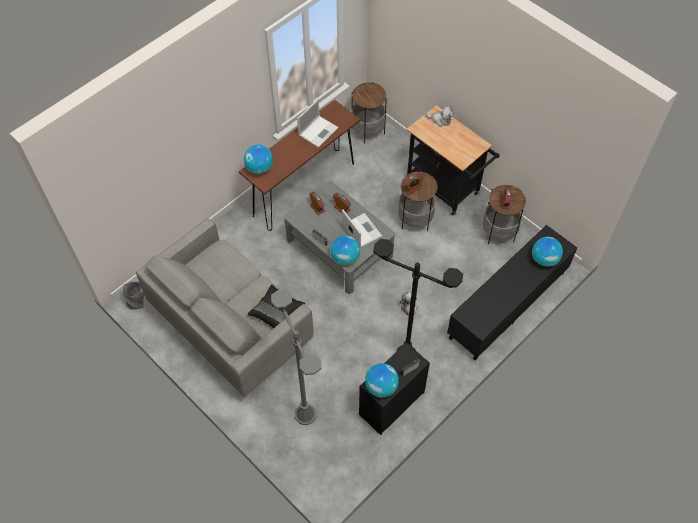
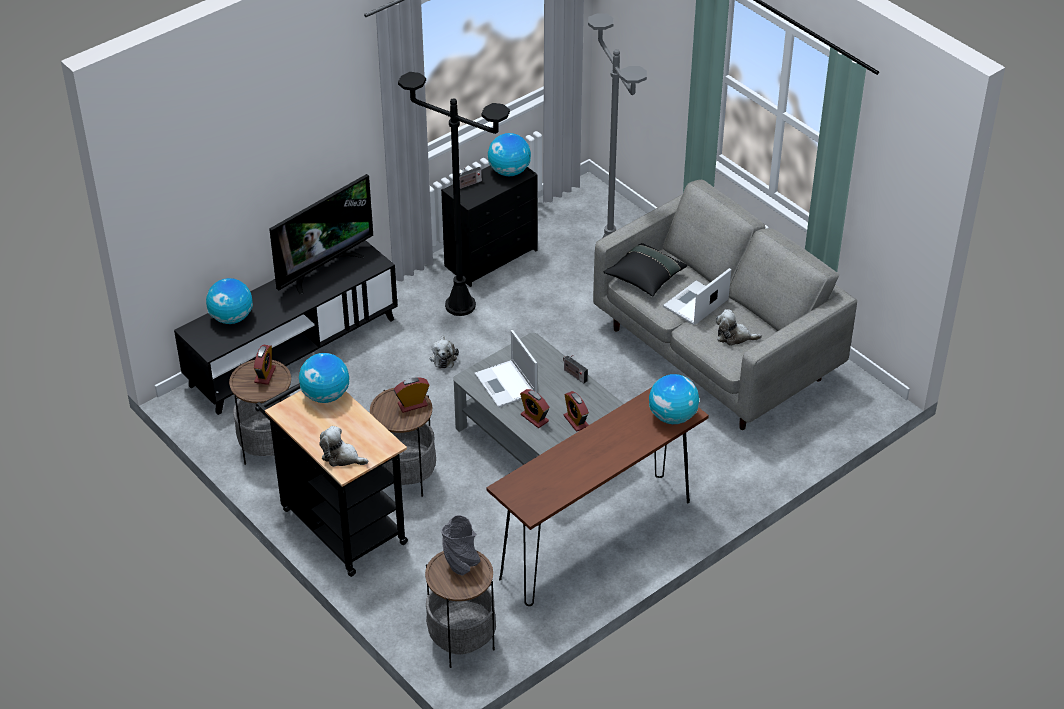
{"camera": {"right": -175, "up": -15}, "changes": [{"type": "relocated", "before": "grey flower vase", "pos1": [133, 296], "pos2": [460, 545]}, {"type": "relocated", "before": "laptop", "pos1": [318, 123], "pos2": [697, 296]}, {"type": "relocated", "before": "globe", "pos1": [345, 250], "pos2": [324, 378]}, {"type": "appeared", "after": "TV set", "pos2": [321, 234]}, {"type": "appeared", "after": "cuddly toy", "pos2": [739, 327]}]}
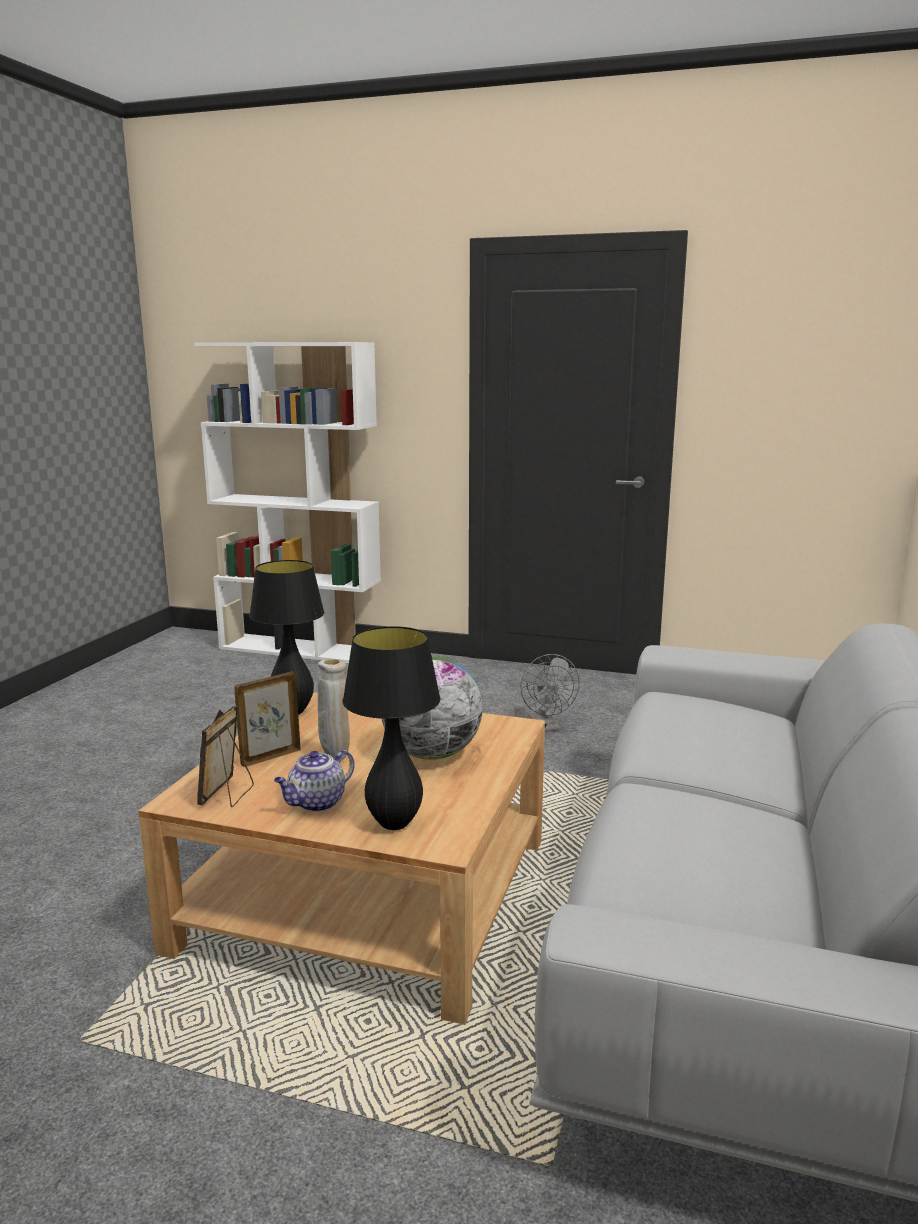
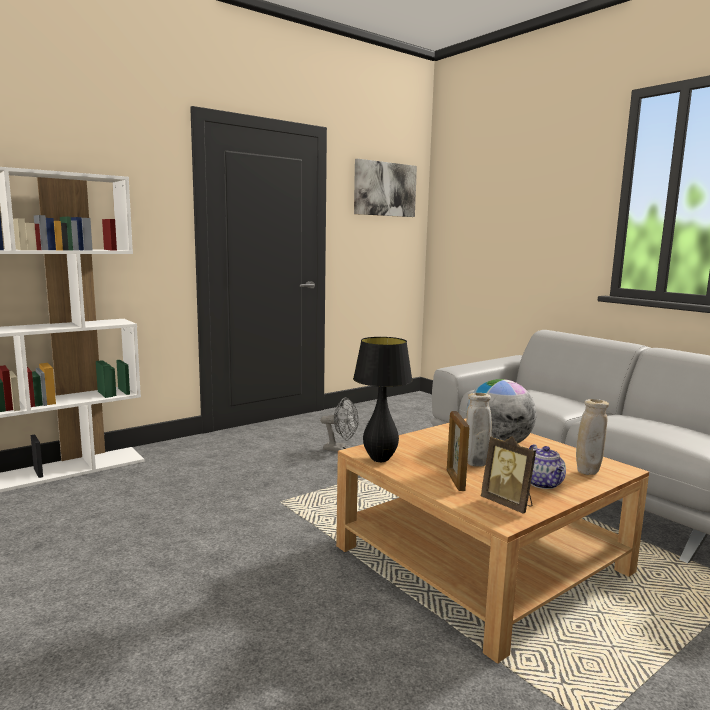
{"camera": {"right": -55, "up": -5}, "changes": [{"type": "exchanged", "before": "black lamp for a table", "after": "beige flower vase", "pos1": [392, 728], "pos2": [592, 437]}, {"type": "appeared", "after": "wall art", "pos2": [385, 188]}]}
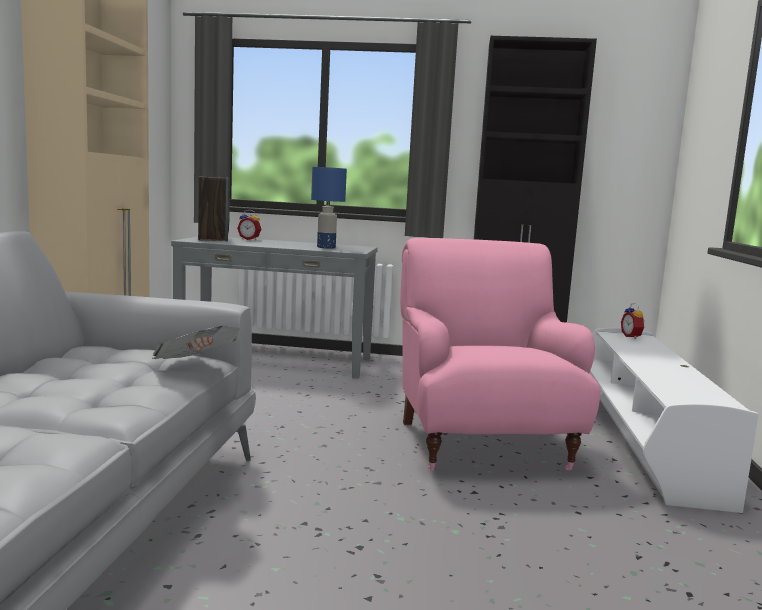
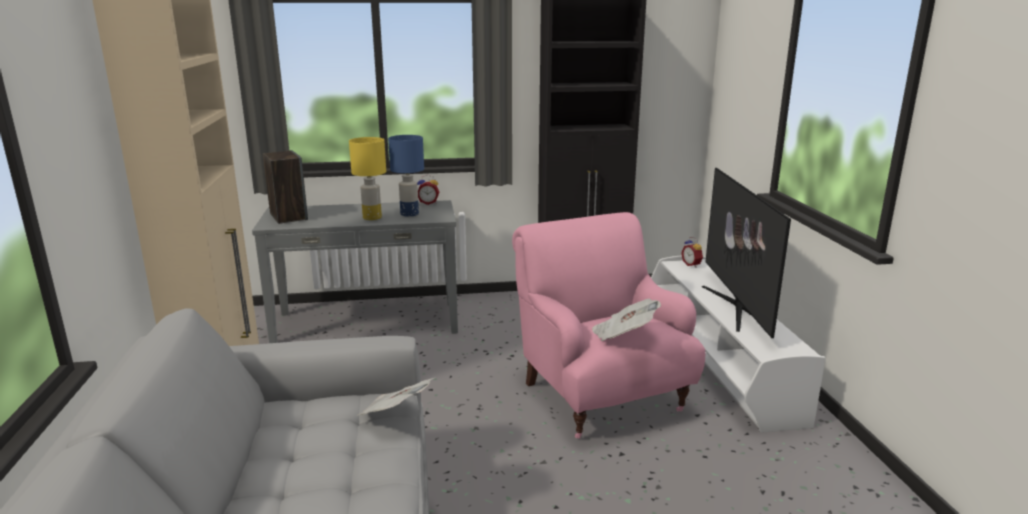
{"camera": {"right": -15, "up": 10}, "changes": [{"type": "relocated", "before": "alarm clock", "pos1": [249, 225], "pos2": [428, 190]}, {"type": "appeared", "after": "yellow lamp for a table", "pos2": [367, 178]}, {"type": "appeared", "after": "printed paper", "pos2": [626, 320]}, {"type": "appeared", "after": "TV set", "pos2": [746, 253]}]}
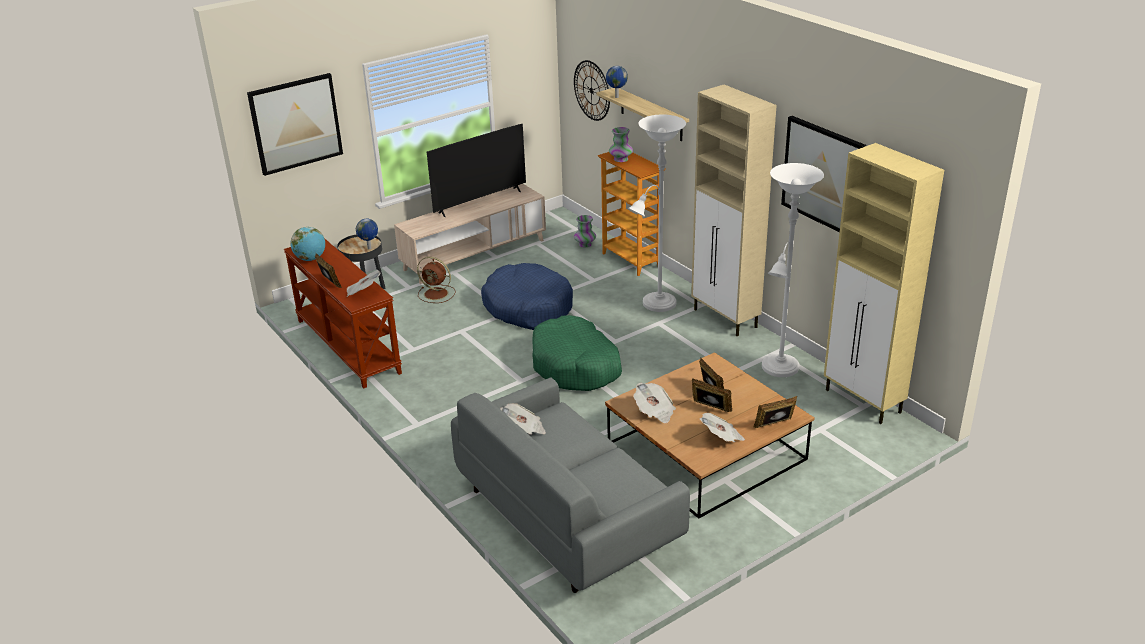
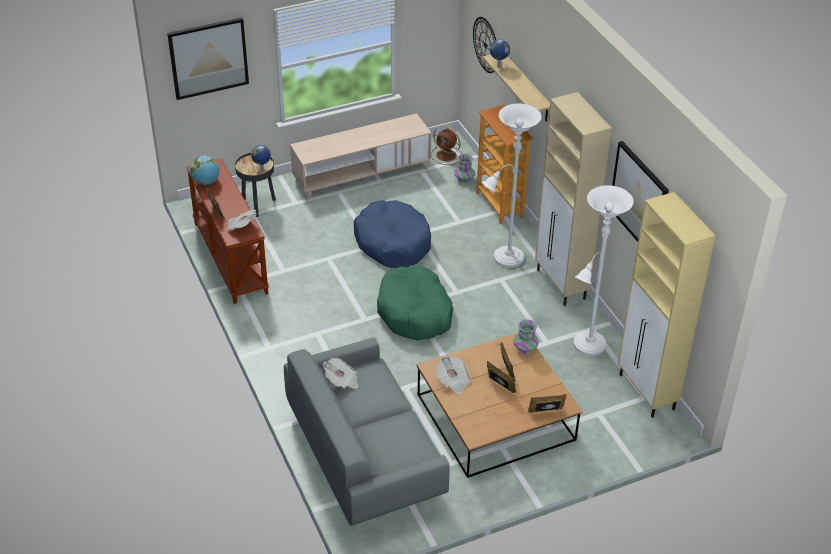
{"camera": {"right": 10, "up": 10}, "changes": [{"type": "relocated", "before": "brown fan", "pos1": [436, 280], "pos2": [446, 145]}, {"type": "missing", "before": "TV set", "pos1": [476, 170]}, {"type": "relocated", "before": "flower vase", "pos1": [621, 144], "pos2": [526, 336]}, {"type": "missing", "before": "printed paper", "pos1": [722, 427]}]}
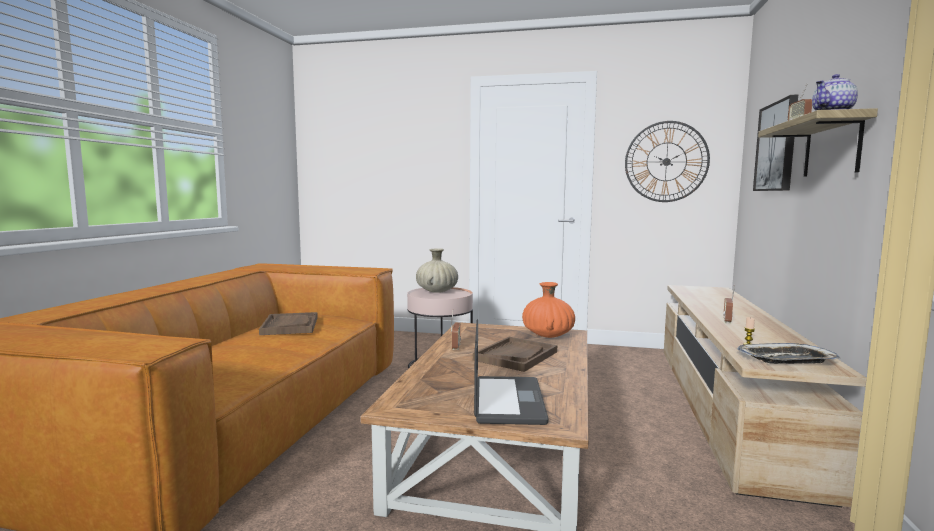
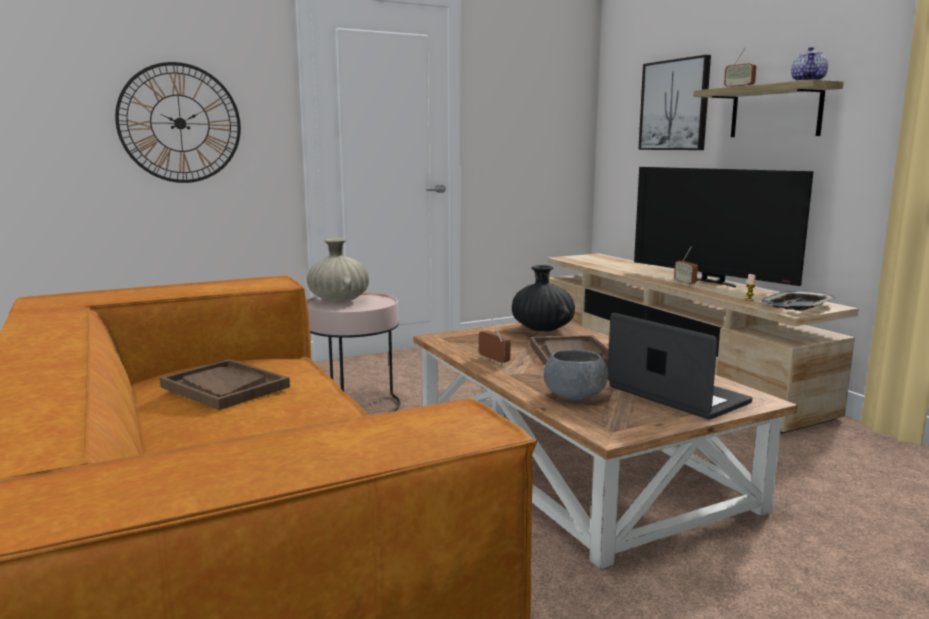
{"camera": {"right": -40, "up": 5}, "changes": [{"type": "colour", "before": "orangey flower vase", "after": "black flower vase", "pos1": [548, 310], "pos2": [543, 298]}, {"type": "relocated", "before": "hanging clock", "pos1": [667, 161], "pos2": [178, 122]}, {"type": "appeared", "after": "grey bowl", "pos2": [576, 375]}, {"type": "appeared", "after": "TV set", "pos2": [724, 227]}]}
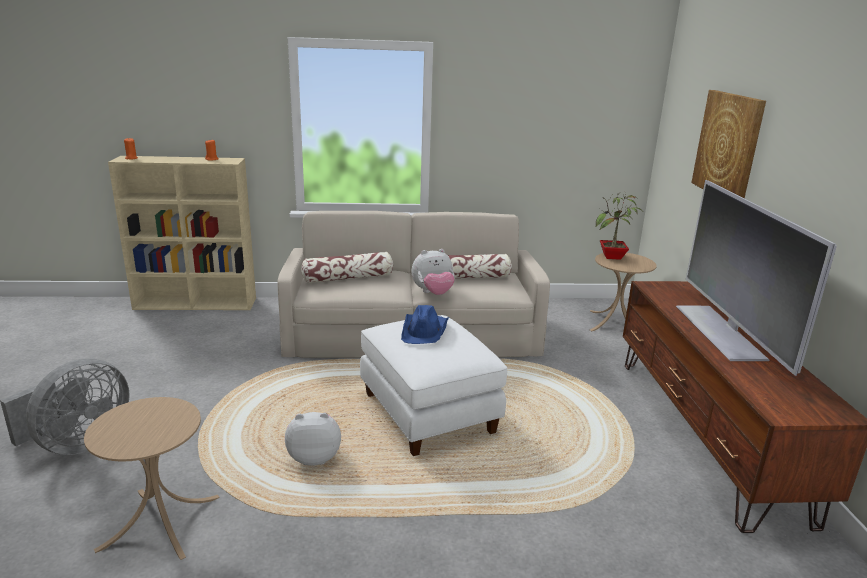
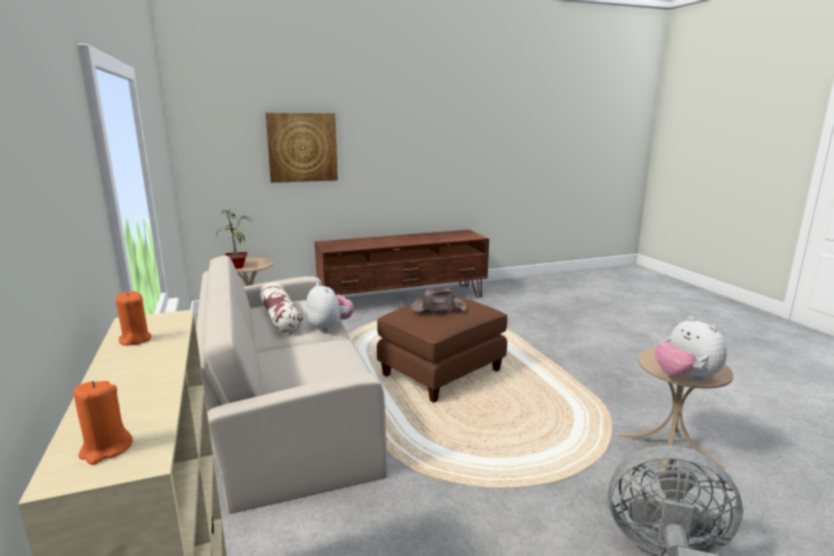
{"camera": {"right": -105, "up": -5}, "changes": [{"type": "relocated", "before": "cuddly toy", "pos1": [313, 439], "pos2": [691, 348]}, {"type": "missing", "before": "pillow", "pos1": [347, 267]}, {"type": "colour", "before": "whitish pouffe", "after": "brown pouffe", "pos1": [433, 385], "pos2": [442, 349]}, {"type": "colour", "before": "blue-coloured hat", "after": "brown hat", "pos1": [425, 324], "pos2": [439, 300]}, {"type": "missing", "before": "TV set", "pos1": [756, 278]}]}
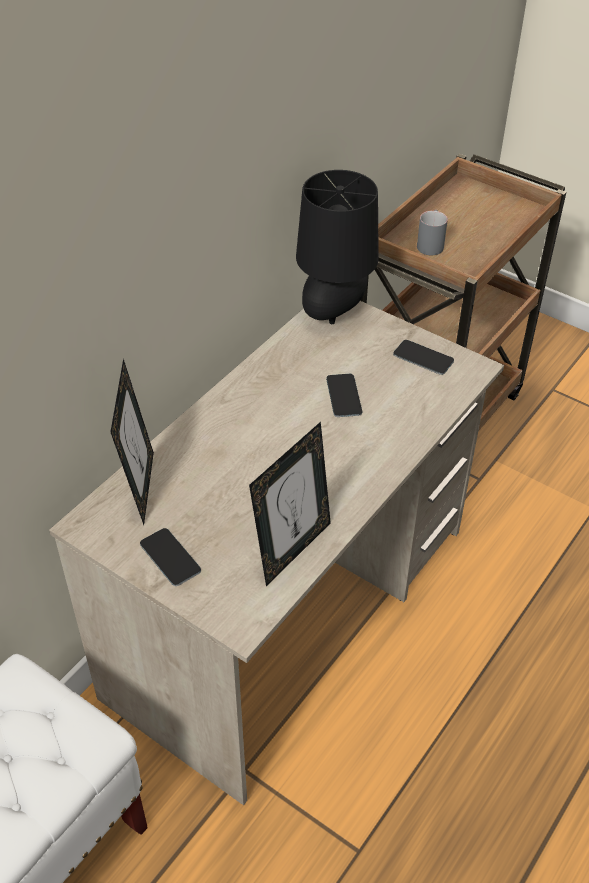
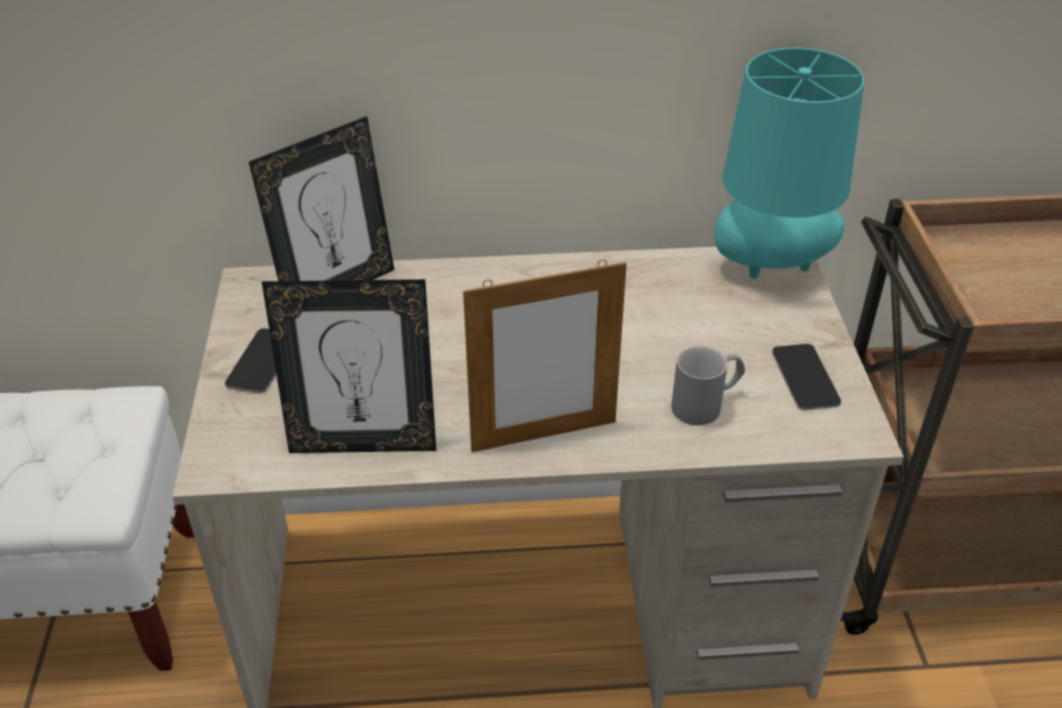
{"camera": {"right": 50, "up": -5}, "changes": [{"type": "colour", "before": "black lamp for a table", "after": "turquoise lamp for a table", "pos1": [337, 247], "pos2": [789, 163]}, {"type": "missing", "before": "phone", "pos1": [344, 395]}, {"type": "relocated", "before": "grey coffee mug", "pos1": [432, 232], "pos2": [708, 385]}, {"type": "appeared", "after": "picture frame", "pos2": [545, 355]}]}
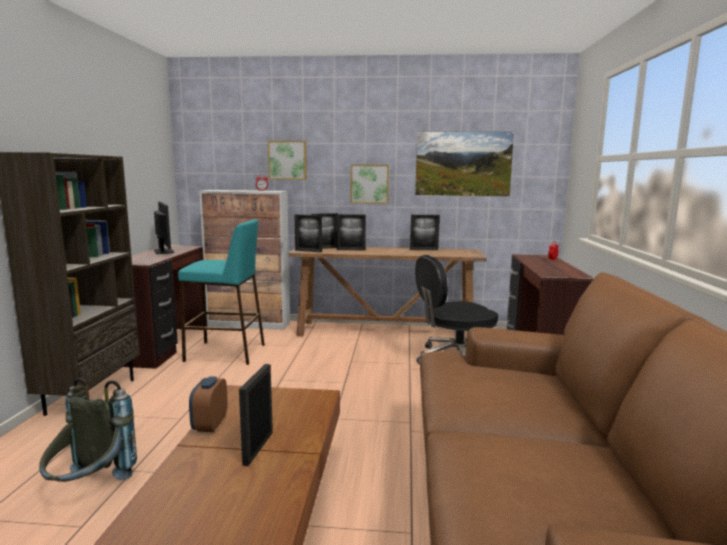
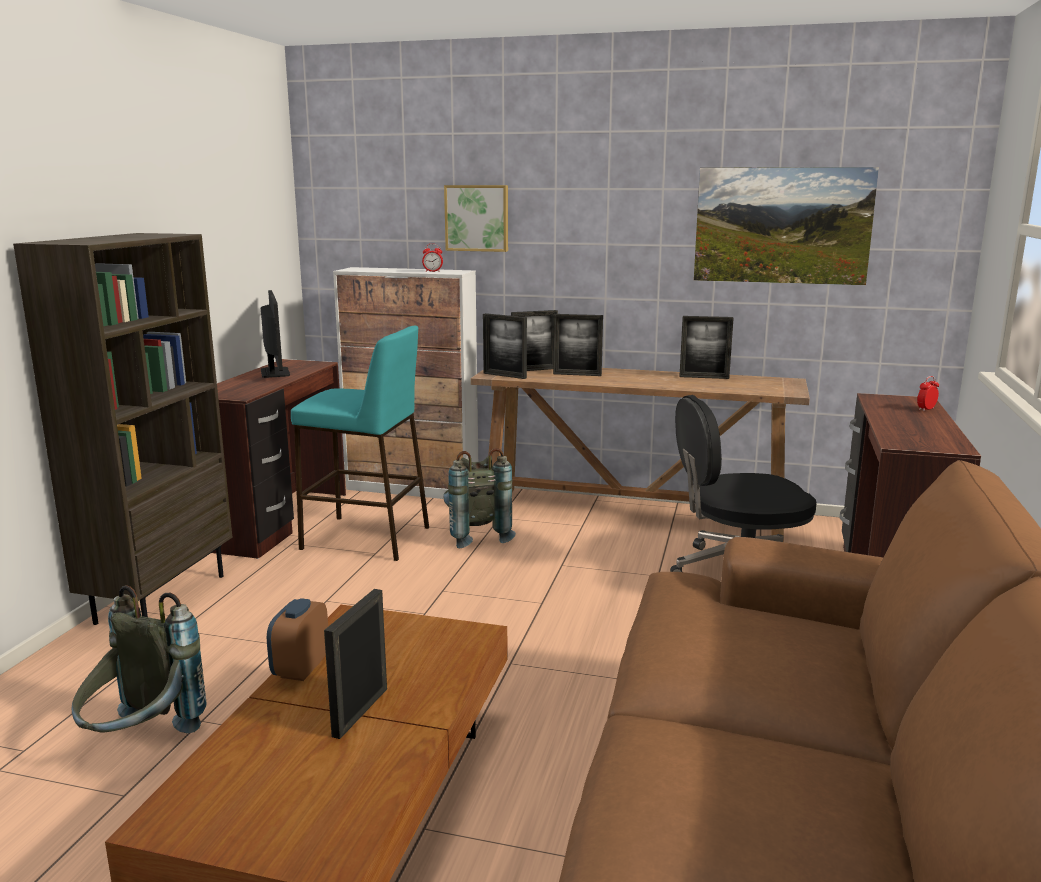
{"camera": {"right": 10, "up": 5}, "changes": [{"type": "missing", "before": "wall art", "pos1": [370, 183]}, {"type": "appeared", "after": "grey backpack", "pos2": [479, 498]}]}
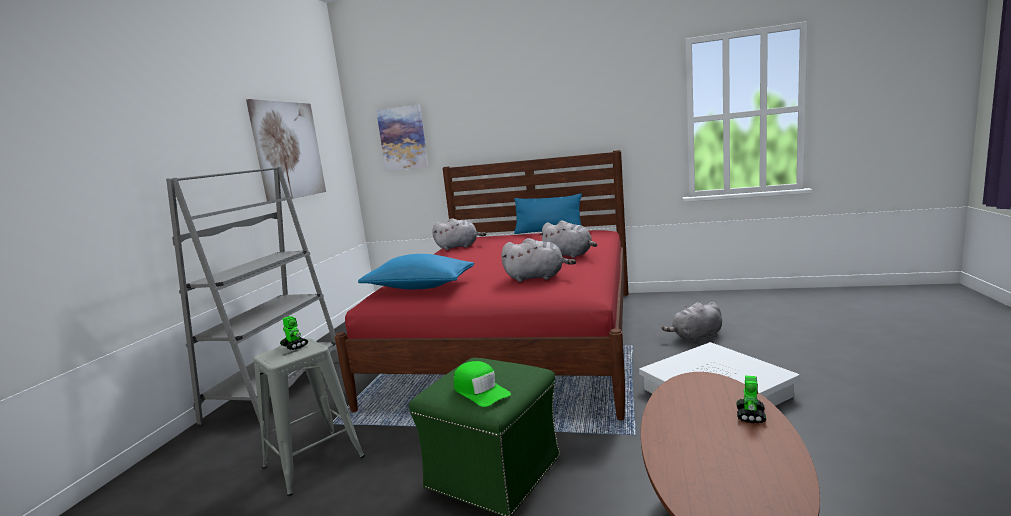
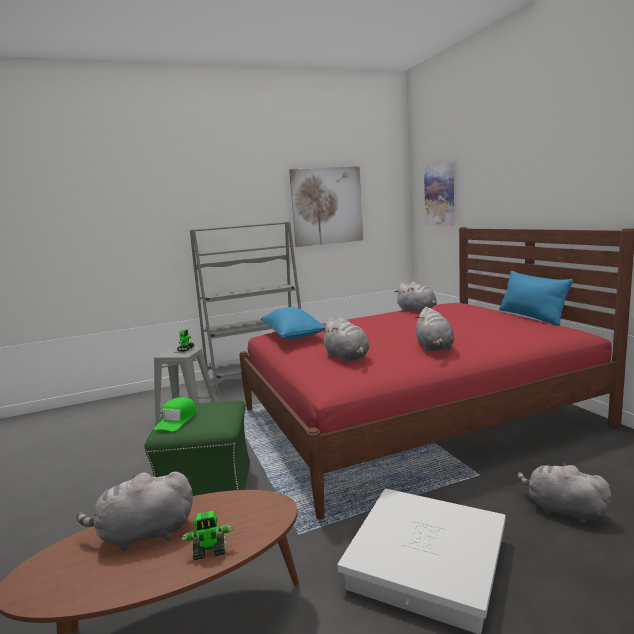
{"camera": {"right": 55, "up": 0}, "changes": [{"type": "appeared", "after": "grey cuddly toy", "pos2": [134, 511]}]}
